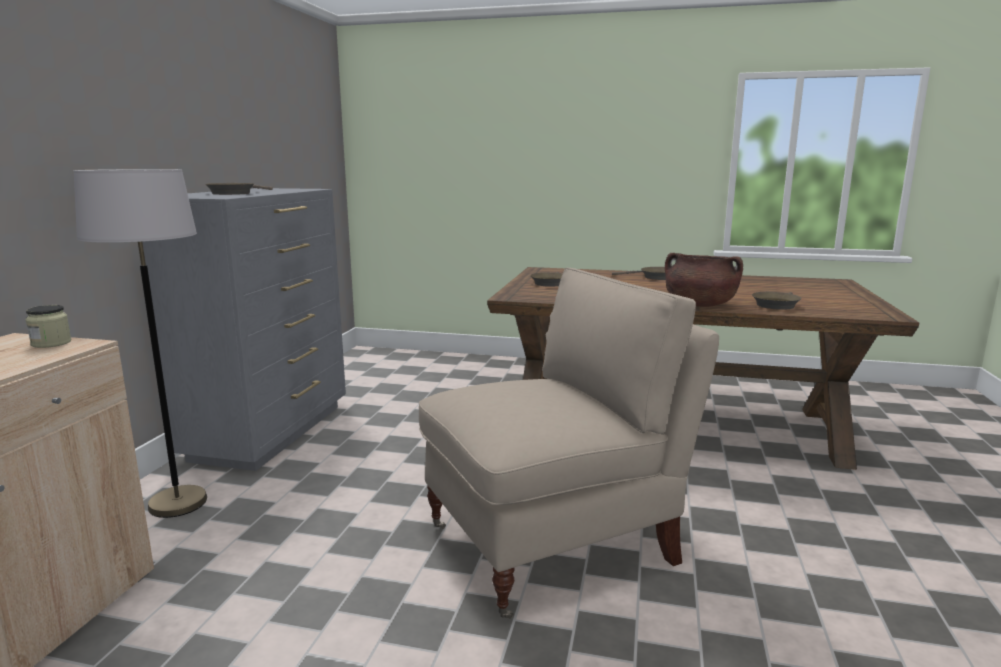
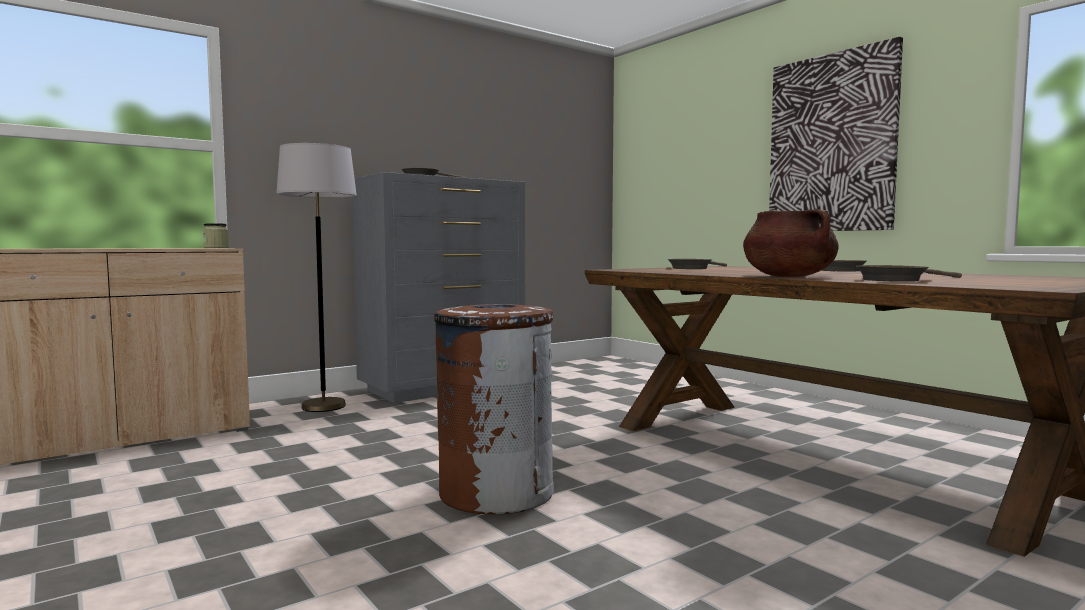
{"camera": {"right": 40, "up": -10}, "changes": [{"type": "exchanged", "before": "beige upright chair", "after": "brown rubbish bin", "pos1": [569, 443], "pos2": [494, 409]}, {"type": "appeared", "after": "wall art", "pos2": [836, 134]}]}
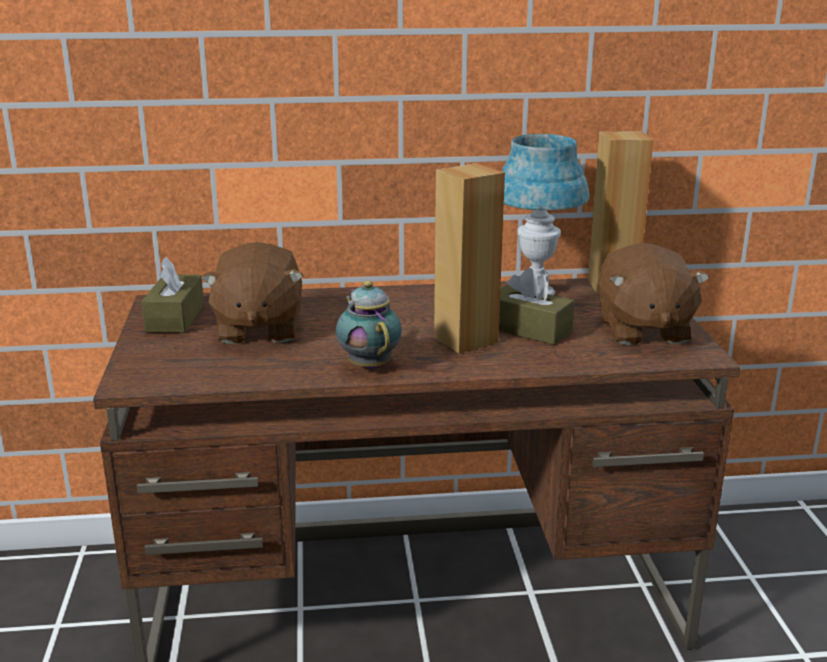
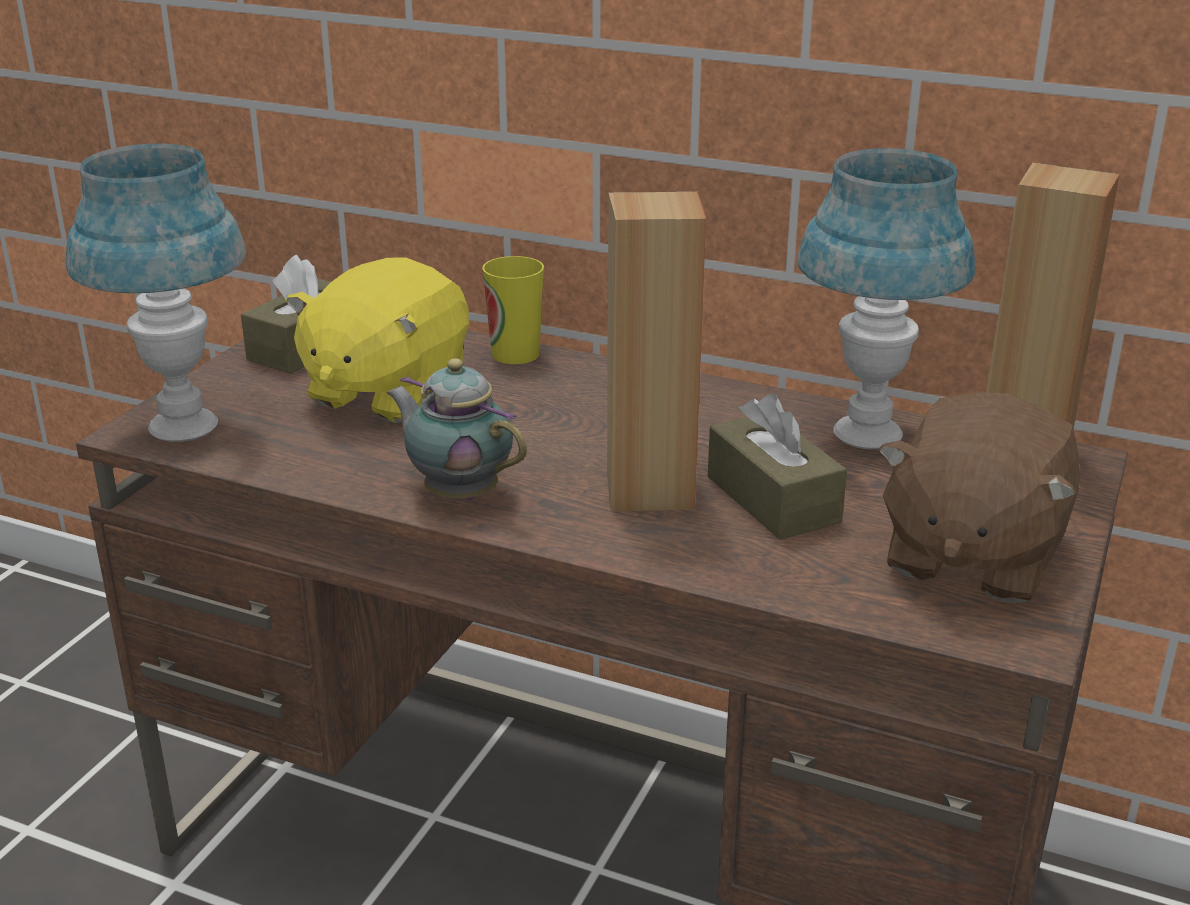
{"camera": {"right": 30, "up": 5}, "changes": [{"type": "colour", "before": "brown cuddly toy", "after": "yellow cuddly toy", "pos1": [252, 293], "pos2": [377, 340]}, {"type": "spun", "before": "pot for tea", "pos1": [369, 325], "pos2": [456, 429], "turn": -60}, {"type": "appeared", "after": "blue-coloured lamp for a table", "pos2": [156, 292]}, {"type": "appeared", "after": "drinking cup", "pos2": [513, 310]}]}
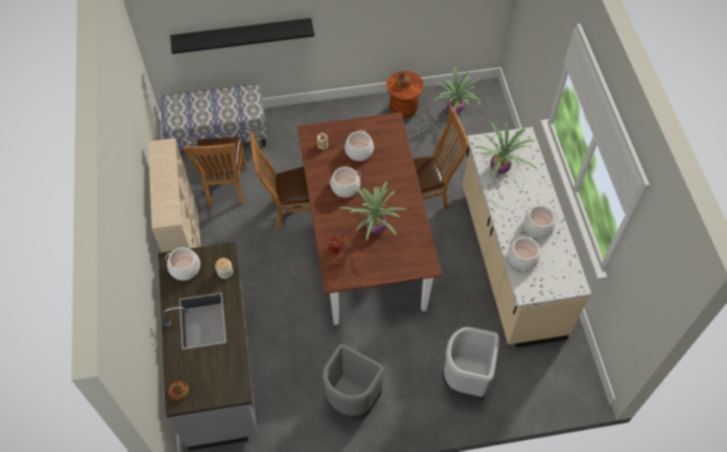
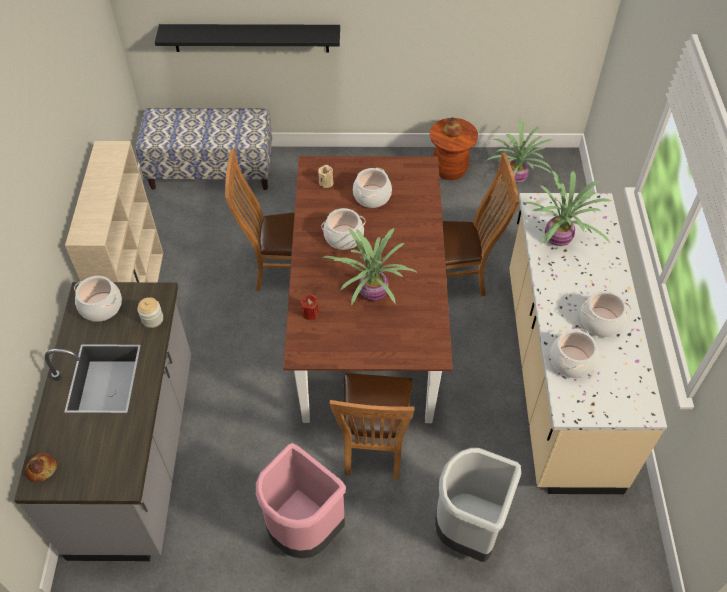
{"camera": {"right": 10, "up": -5}, "changes": [{"type": "relocated", "before": "brown upright chair", "pos1": [214, 171], "pos2": [372, 426]}, {"type": "colour", "before": "grey rubbish bin", "after": "pink rubbish bin", "pos1": [353, 382], "pos2": [301, 500]}]}
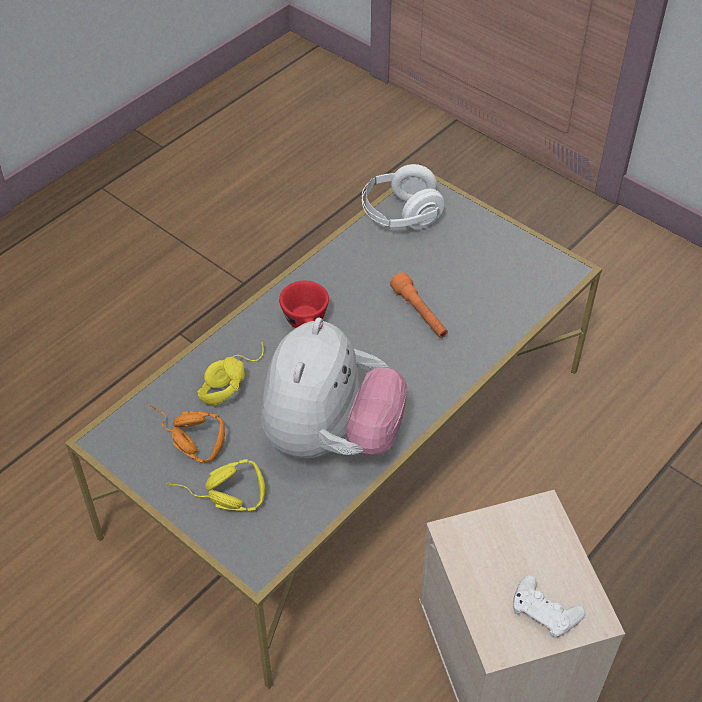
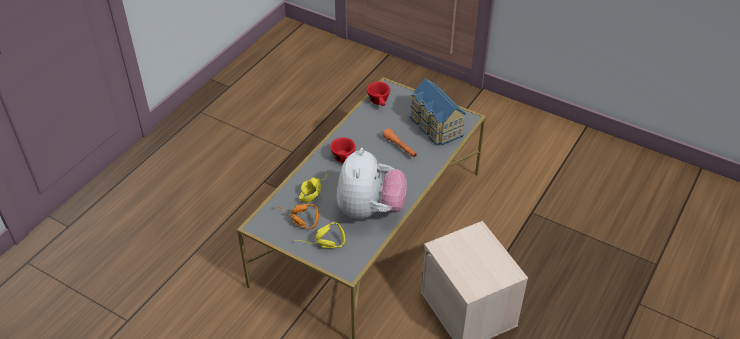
{"camera": {"right": -10, "up": -5}, "changes": [{"type": "exchanged", "before": "whitish headset", "after": "reddish drinking cup", "pos1": [403, 197], "pos2": [378, 94]}, {"type": "missing", "before": "whitish game controller", "pos1": [549, 606]}, {"type": "appeared", "after": "miniature house", "pos2": [438, 111]}]}
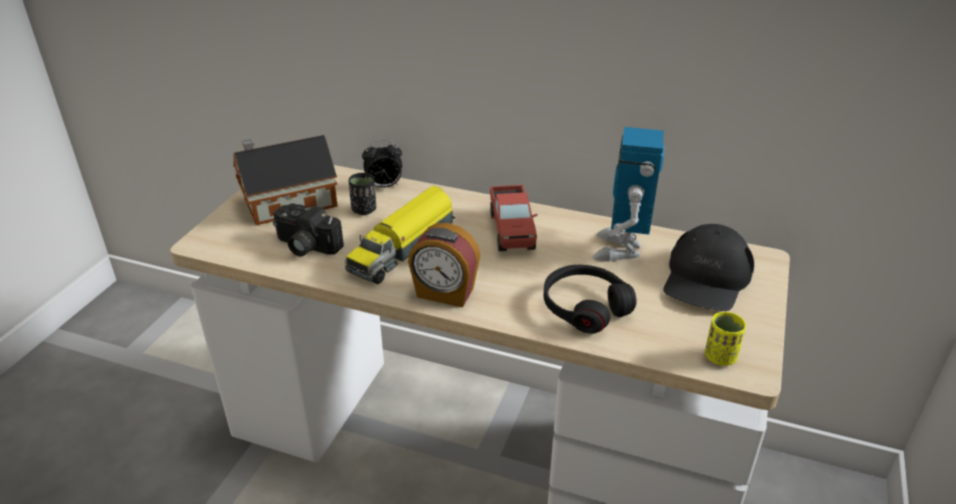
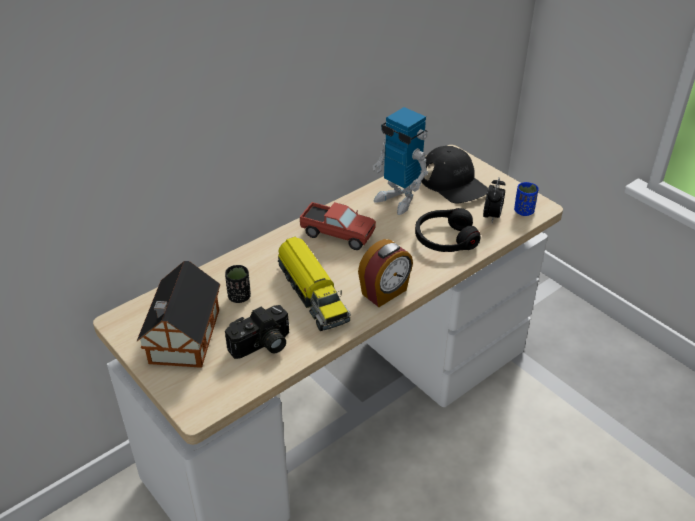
{"camera": {"right": -60, "up": 5}, "changes": [{"type": "relocated", "before": "alarm clock", "pos1": [382, 164], "pos2": [494, 199]}, {"type": "colour", "before": "yellow drinking cup", "after": "blue-coloured drinking cup", "pos1": [725, 339], "pos2": [526, 199]}]}
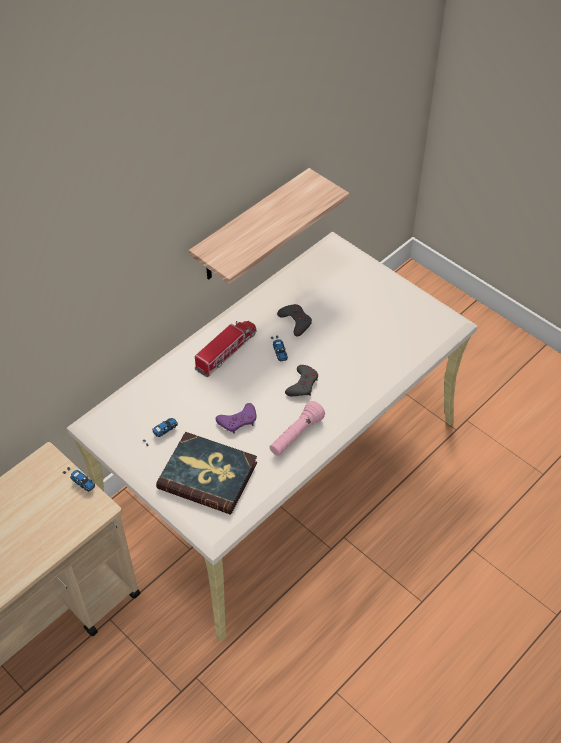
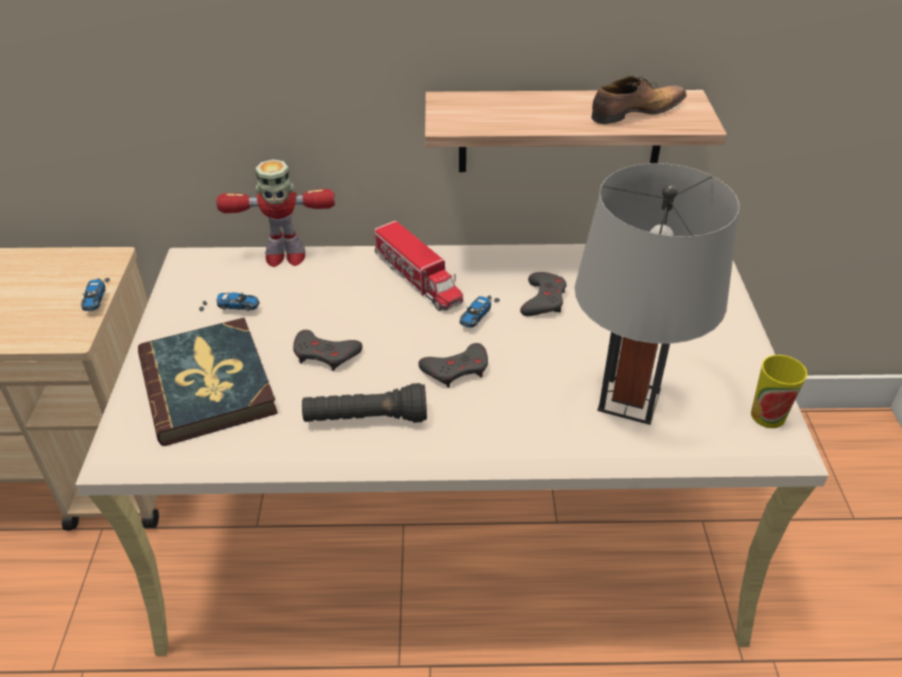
{"camera": {"right": 45, "up": -10}, "changes": [{"type": "spun", "before": "toy truck", "pos1": [225, 349], "pos2": [418, 266], "turn": 60}, {"type": "colour", "before": "purple game controller", "after": "grey game controller", "pos1": [236, 418], "pos2": [327, 350]}, {"type": "colour", "before": "pink torch", "after": "black torch", "pos1": [297, 428], "pos2": [364, 403]}, {"type": "appeared", "after": "robot figure", "pos2": [275, 213]}, {"type": "appeared", "after": "grey lamp for a table", "pos2": [656, 294]}, {"type": "appeared", "after": "low shoe", "pos2": [639, 100]}, {"type": "appeared", "after": "drinking cup", "pos2": [779, 391]}]}
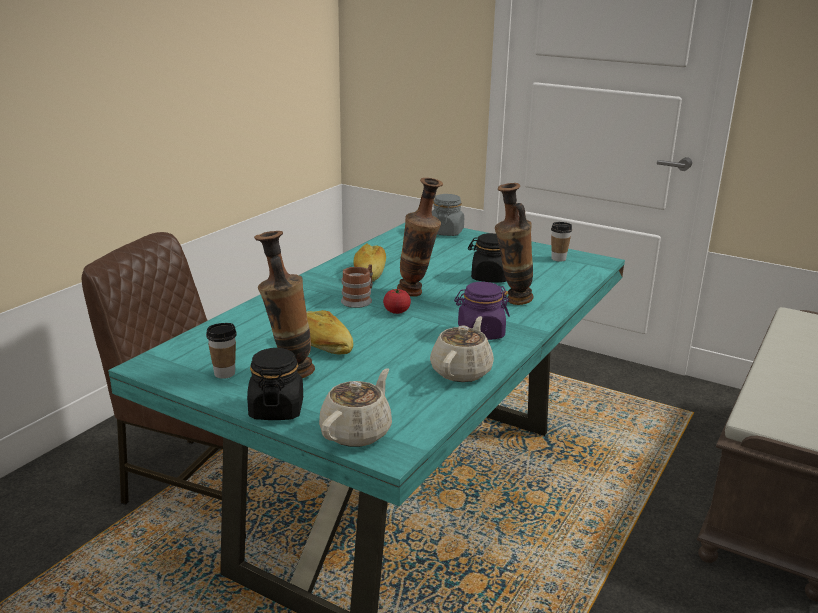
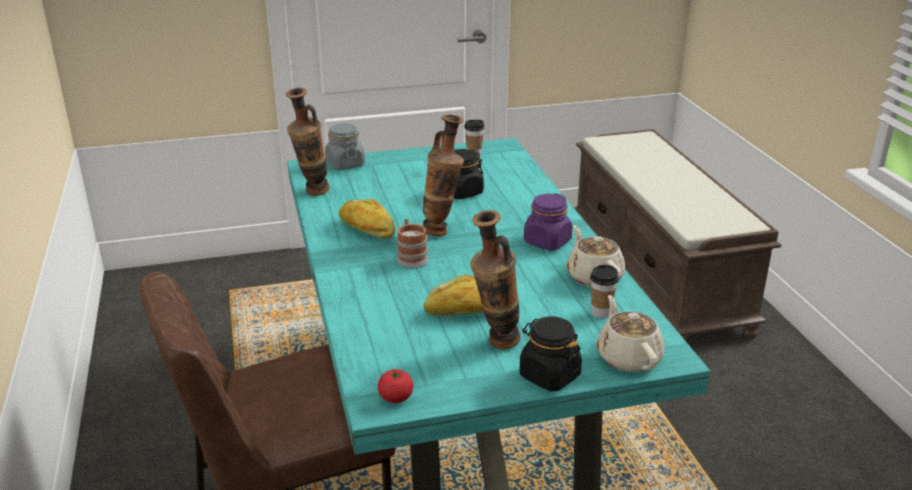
{"camera": {"right": -45, "up": 5}, "changes": [{"type": "relocated", "before": "drinking cup", "pos1": [221, 351], "pos2": [604, 291]}, {"type": "relocated", "before": "whole tomato", "pos1": [397, 301], "pos2": [396, 386]}, {"type": "relocated", "before": "flower vase", "pos1": [514, 244], "pos2": [308, 141]}]}
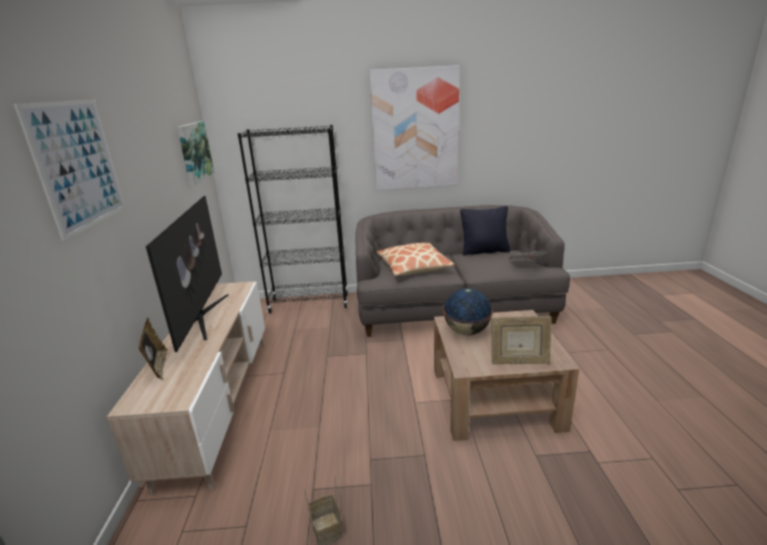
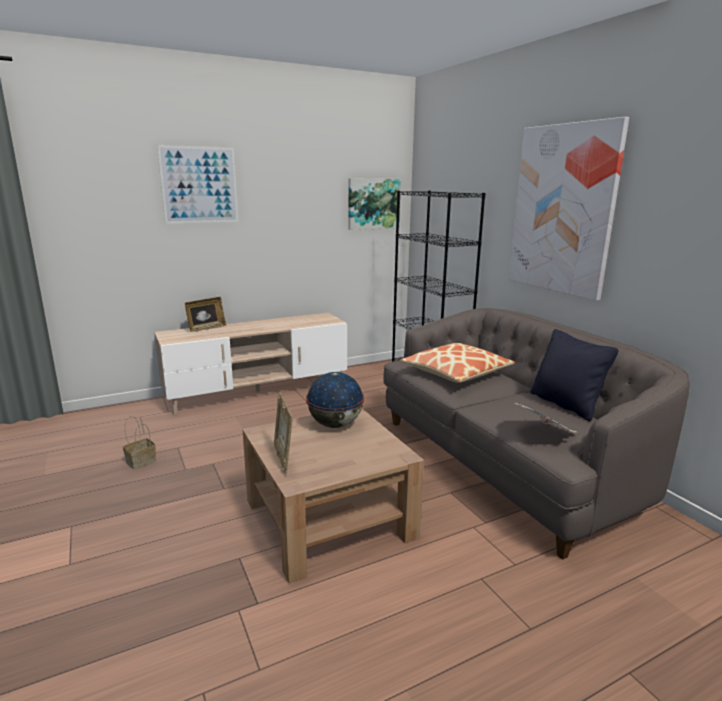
{"camera": {"right": 65, "up": -5}, "changes": [{"type": "missing", "before": "TV set", "pos1": [187, 274]}]}
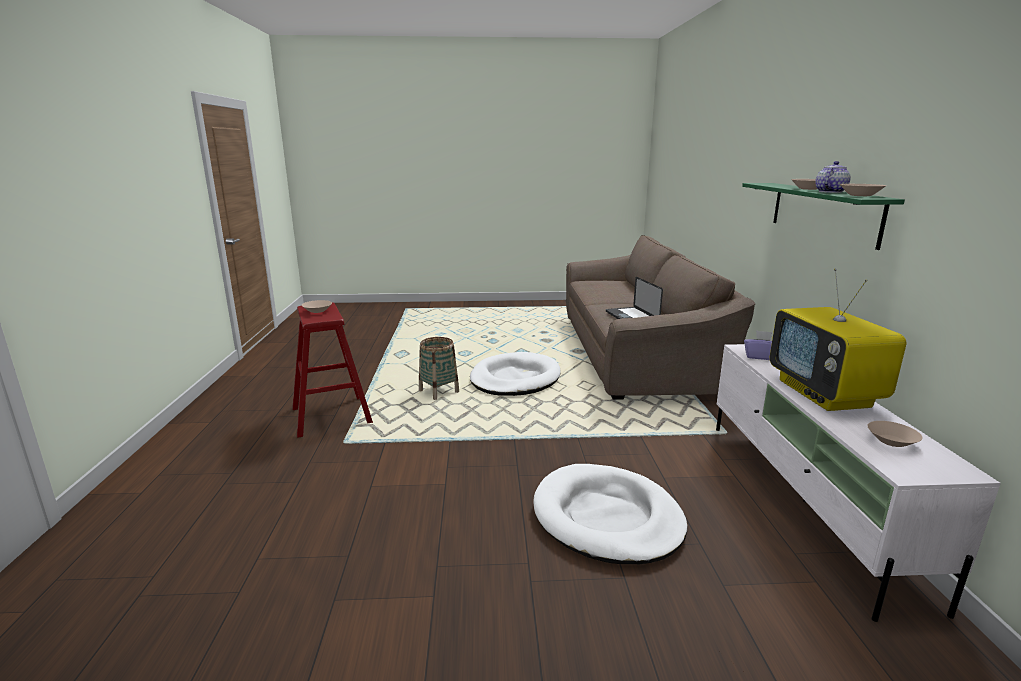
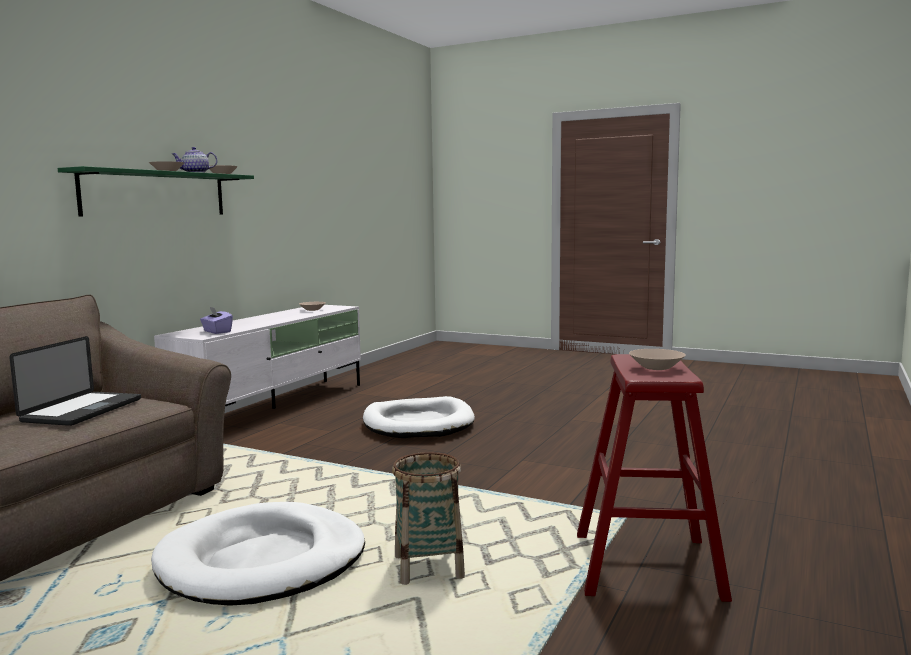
{"camera": {"right": -150, "up": -10}, "changes": [{"type": "missing", "before": "TV set", "pos1": [838, 340]}]}
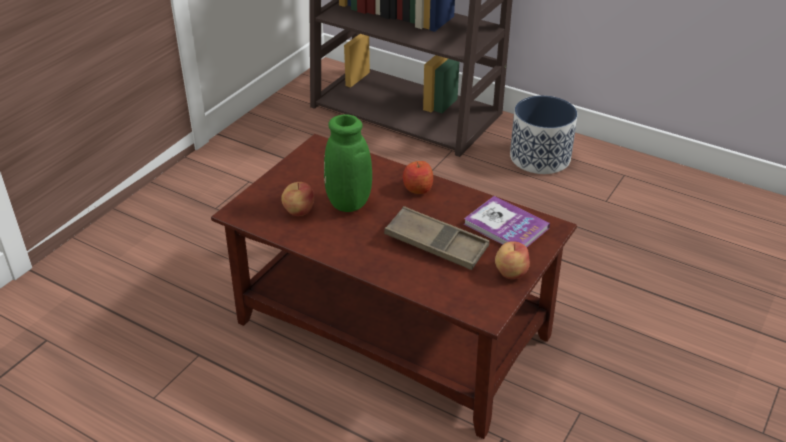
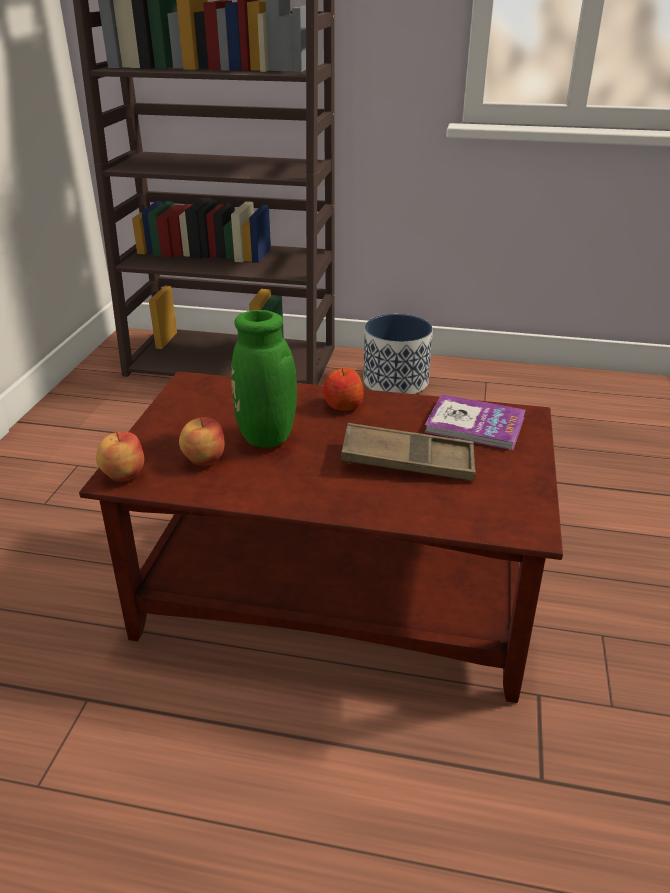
{"camera": {"right": -20, "up": -5}, "changes": [{"type": "relocated", "before": "apple", "pos1": [512, 260], "pos2": [120, 457]}]}
